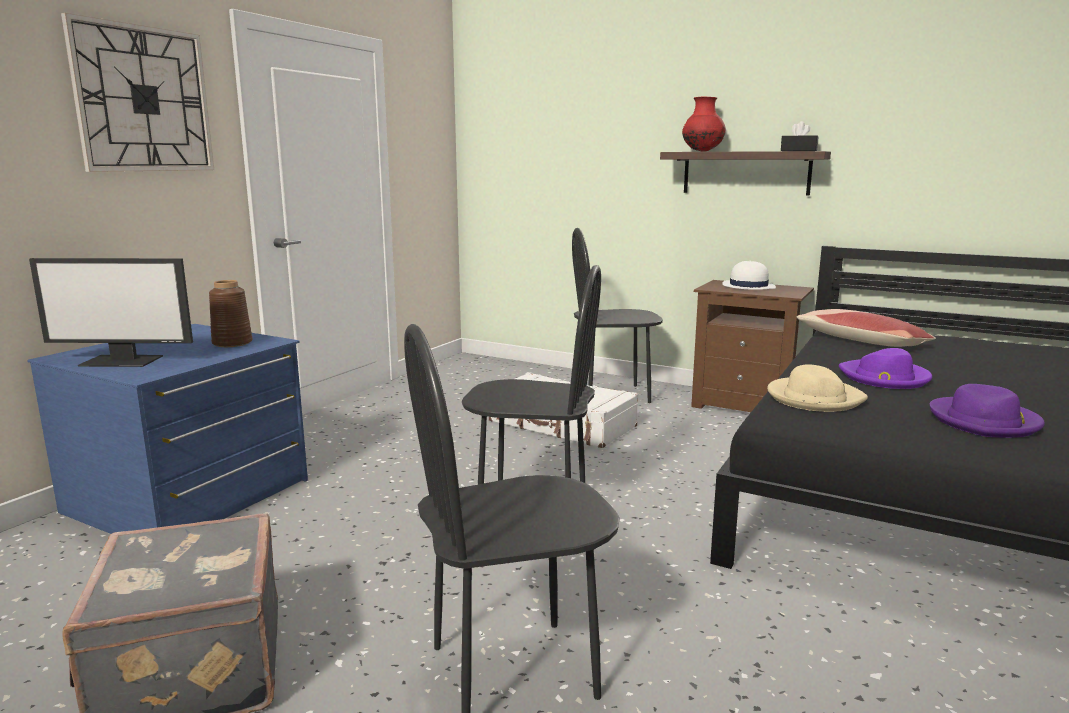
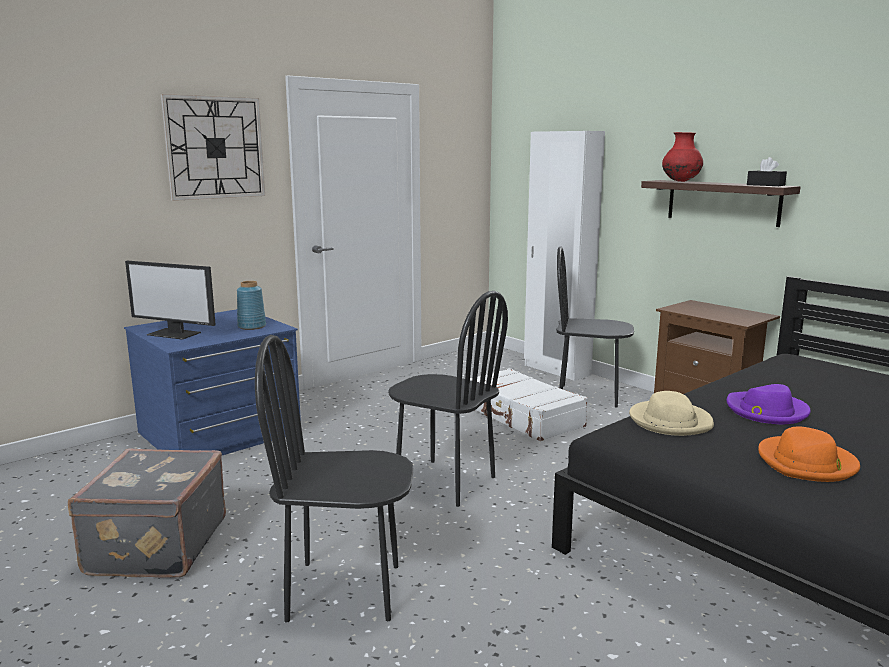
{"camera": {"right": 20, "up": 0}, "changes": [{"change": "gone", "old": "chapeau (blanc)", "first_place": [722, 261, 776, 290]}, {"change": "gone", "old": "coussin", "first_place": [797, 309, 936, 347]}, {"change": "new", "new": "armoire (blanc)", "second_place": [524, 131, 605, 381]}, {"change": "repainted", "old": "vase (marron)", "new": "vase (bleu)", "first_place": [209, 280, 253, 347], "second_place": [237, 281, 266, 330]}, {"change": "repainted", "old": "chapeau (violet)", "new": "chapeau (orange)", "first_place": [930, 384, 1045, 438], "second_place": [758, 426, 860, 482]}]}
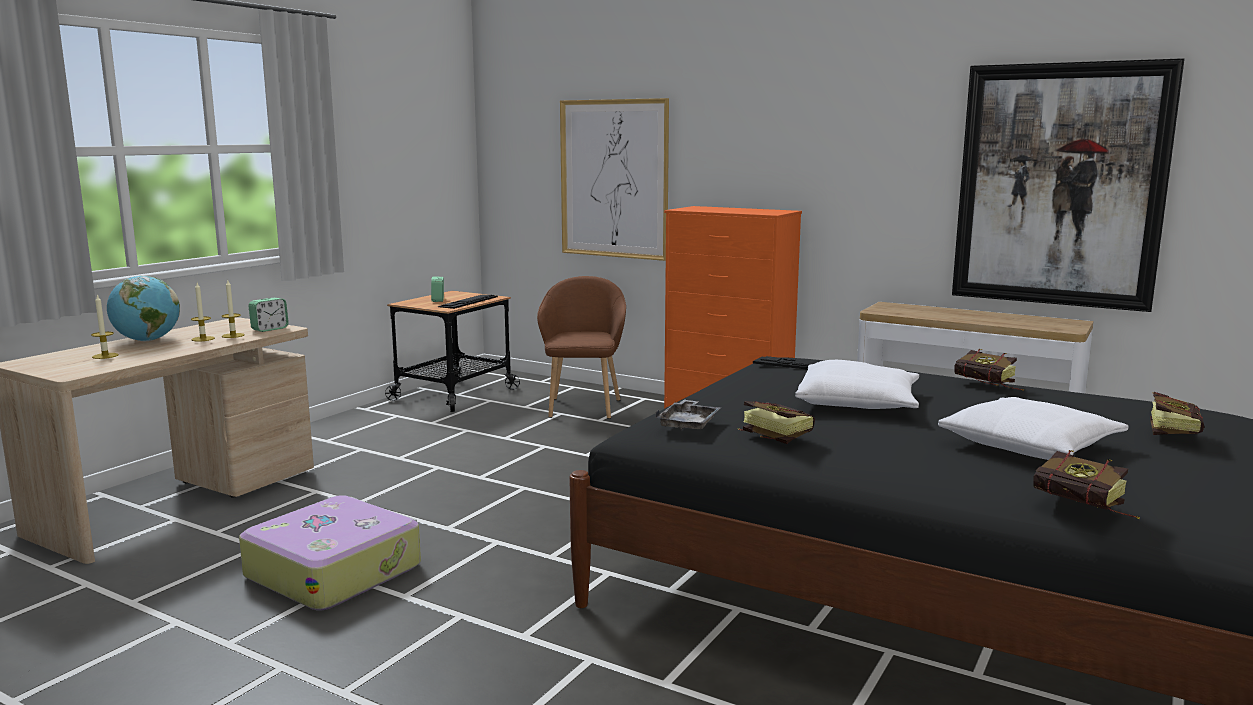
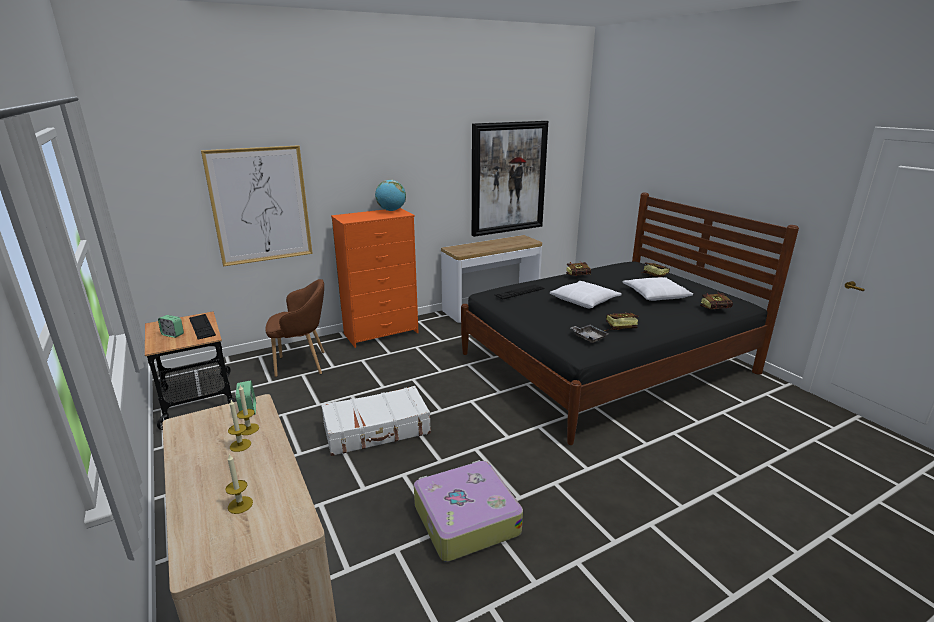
{"camera": {"right": -60, "up": 10}, "changes": [{"change": "new", "new": "valise (blanc)", "second_place": [321, 386, 431, 456]}, {"change": "shifted", "old": "globe", "first_place": [107, 276, 180, 341], "second_place": [375, 180, 406, 211]}, {"change": "rotated", "old": "fauteuil (marron)", "first_place": [537, 276, 626, 419], "second_place": [265, 279, 325, 377], "degrees": 135}]}
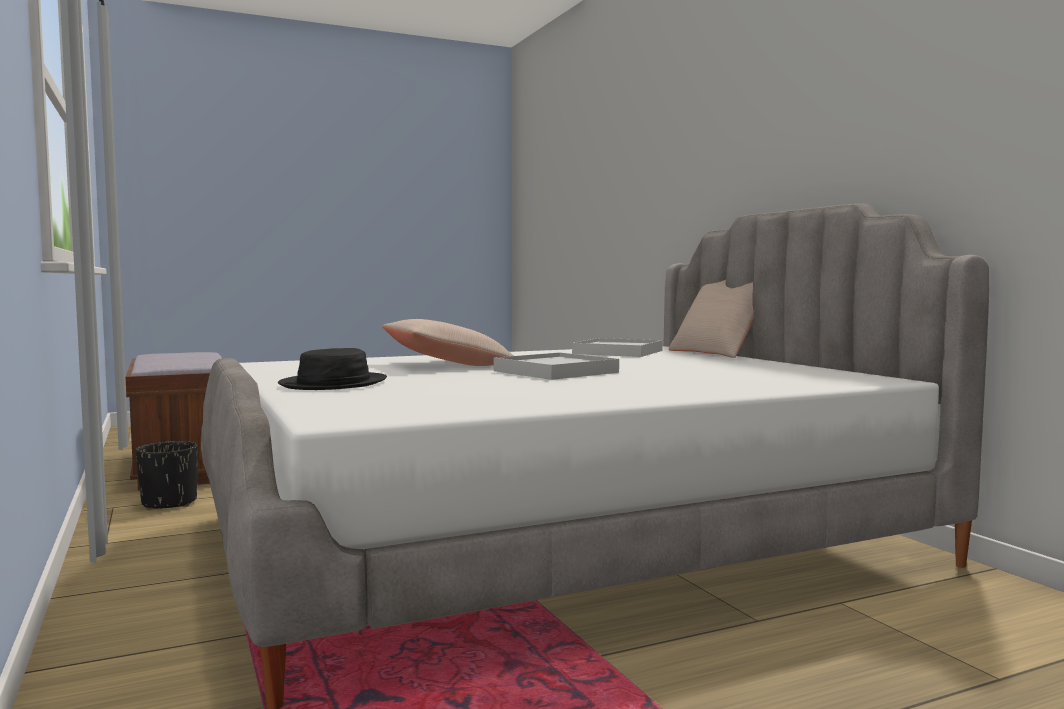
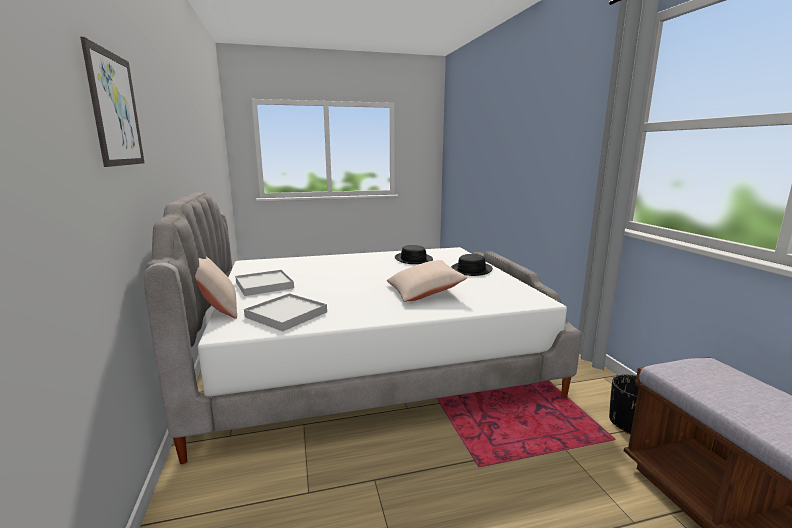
{"camera": {"right": -170, "up": 10}, "changes": [{"change": "new", "new": "tableau", "second_place": [80, 37, 145, 167]}, {"change": "new", "new": "chapeau (noir)", "second_place": [395, 245, 433, 264]}, {"change": "shifted", "old": "plateau (blanc)", "first_place": [494, 352, 619, 380], "second_place": [235, 270, 294, 296]}]}
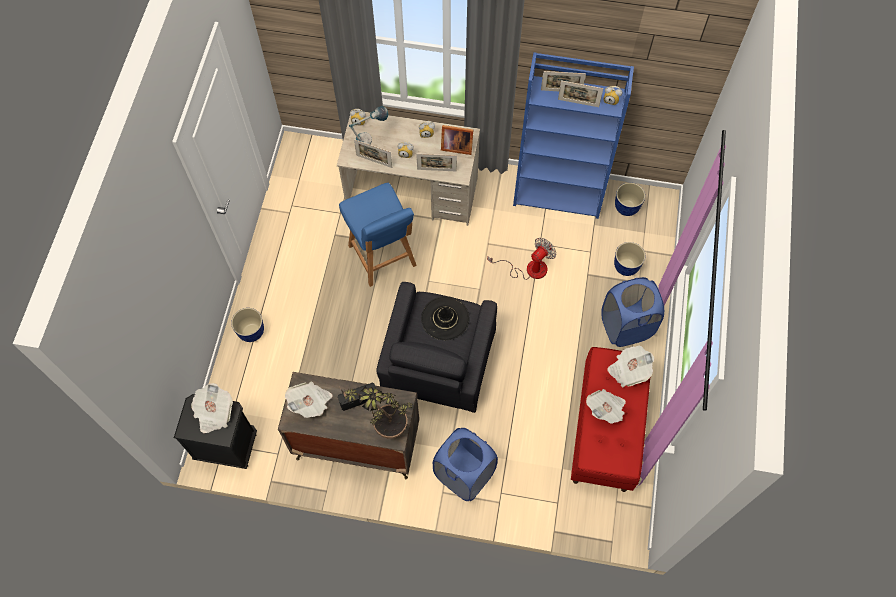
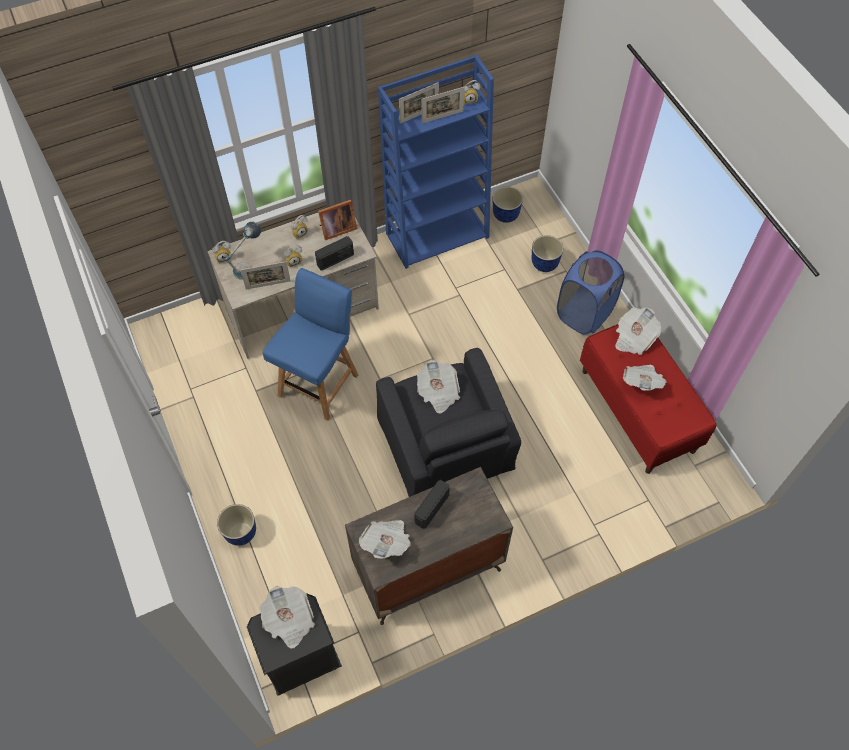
{"camera": {"right": -35, "up": -5}, "changes": [{"change": "gone", "old": "plante en pot", "first_place": [340, 386, 412, 438]}, {"change": "gone", "old": "panier à linge (bleu)", "first_place": [433, 428, 498, 501]}, {"change": "gone", "old": "ventilateur", "first_place": [487, 238, 556, 280]}, {"change": "swapped", "old": "cadre photo", "new": "radio", "first_place": [416, 153, 457, 171], "second_place": [315, 236, 354, 270]}, {"change": "swapped", "old": "chapeau (noir)", "new": "journal", "first_place": [421, 296, 470, 340], "second_place": [417, 360, 460, 414]}, {"change": "rotated", "old": "chaise (bleu)", "first_place": [339, 183, 417, 287], "second_place": [263, 268, 358, 421], "degrees": -90}]}
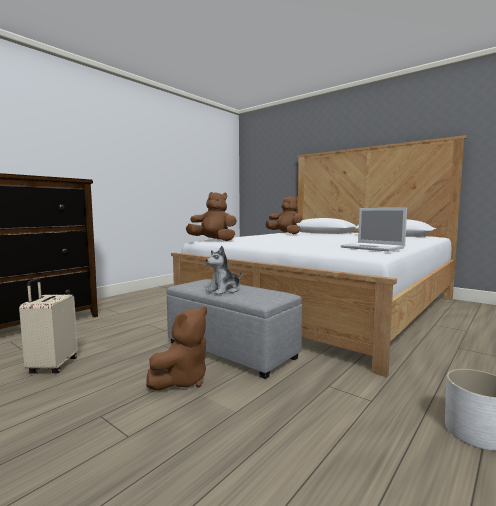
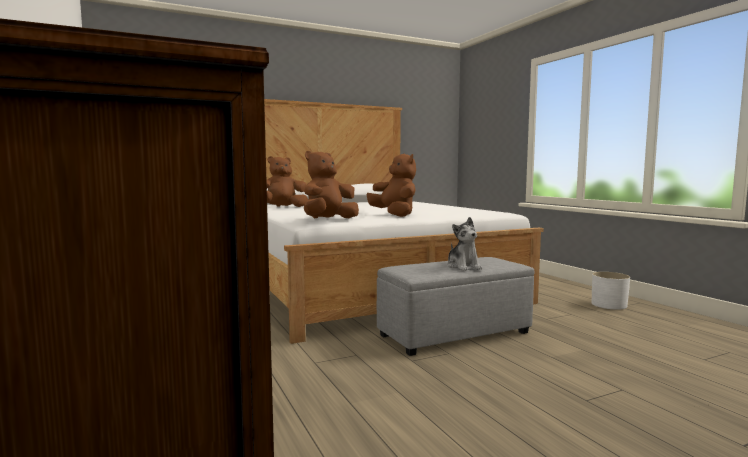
{"camera": {"right": -65, "up": 0}, "changes": [{"change": "gone", "old": "valise (beige)", "first_place": [19, 278, 78, 374]}, {"change": "gone", "old": "ordinateur portable", "first_place": [341, 208, 407, 251]}, {"change": "shifted", "old": "peluche (marron)", "first_place": [146, 307, 207, 390], "second_place": [366, 153, 416, 217]}]}
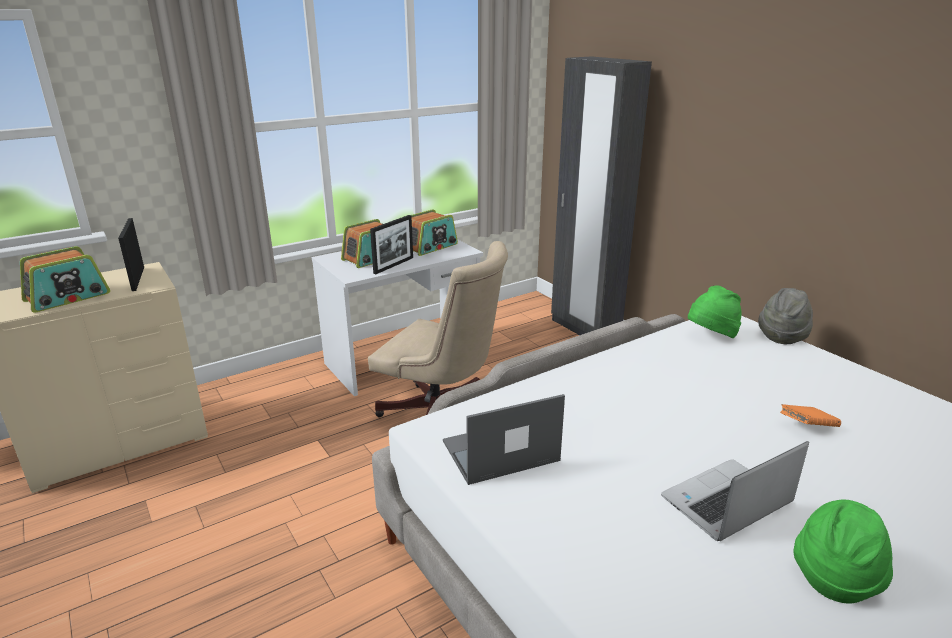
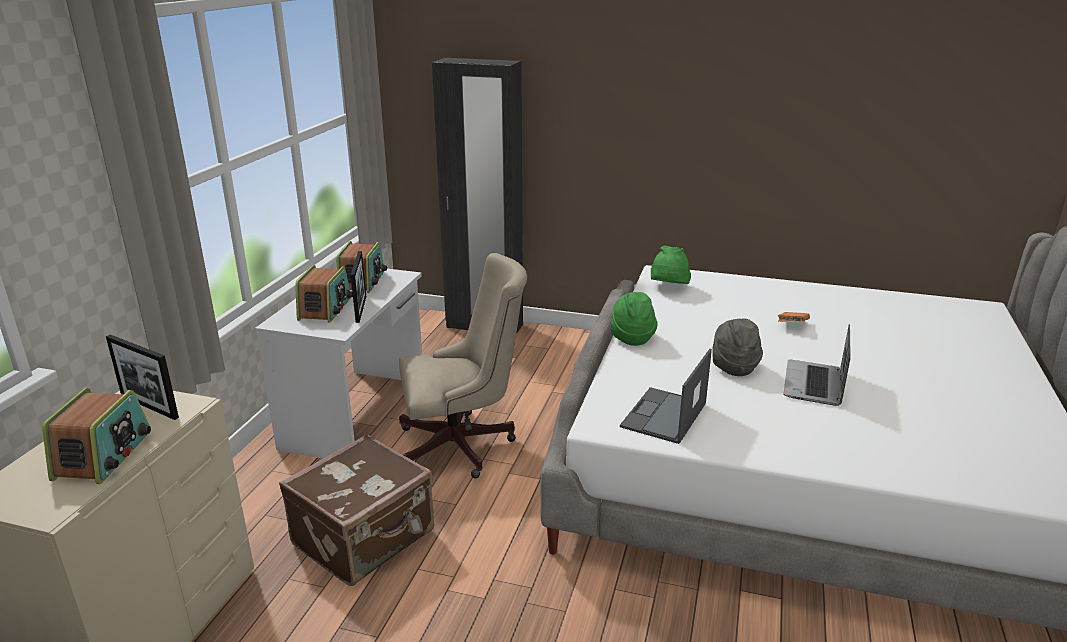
{"camera": {"right": -40, "up": 0}, "changes": [{"change": "new", "new": "valise (marron)", "second_place": [279, 434, 435, 586]}, {"change": "shifted", "old": "chapeau (gris)", "first_place": [758, 288, 813, 344], "second_place": [712, 319, 763, 376]}, {"change": "shifted", "old": "chapeau (vert)", "first_place": [793, 500, 893, 604], "second_place": [611, 292, 657, 346]}]}
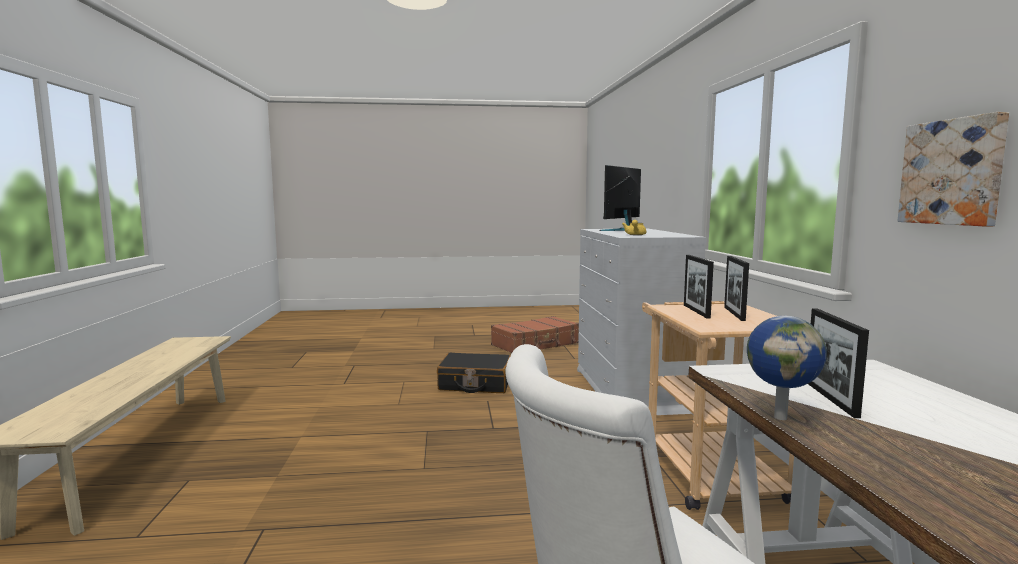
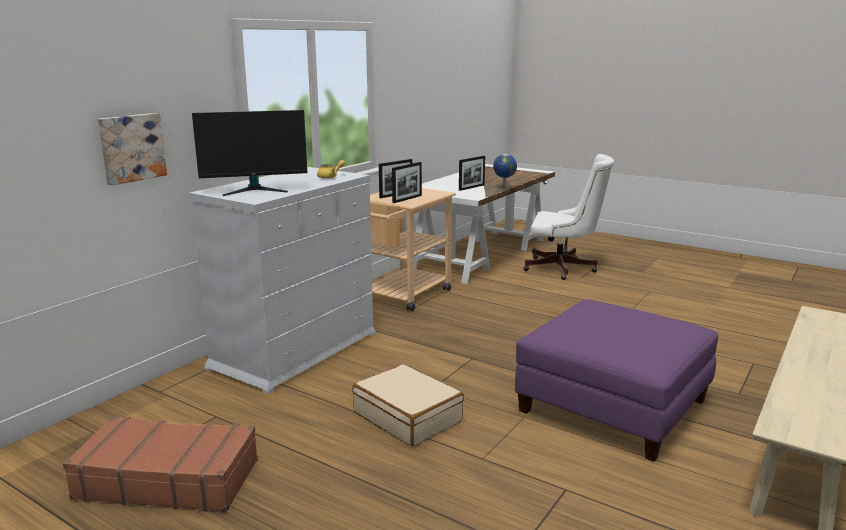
{"camera": {"right": -140, "up": 10}, "changes": [{"change": "new", "new": "pouf (violet)", "second_place": [515, 300, 718, 462]}, {"change": "shifted", "old": "tableau", "first_place": [898, 112, 1009, 226], "second_place": [98, 113, 167, 185]}, {"change": "repainted", "old": "valise (noir)", "new": "valise (beige)", "first_place": [437, 353, 511, 393], "second_place": [352, 364, 464, 446]}]}
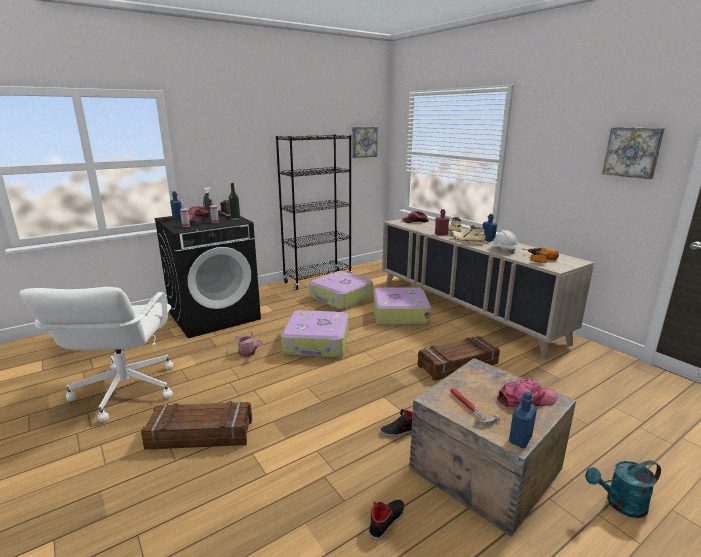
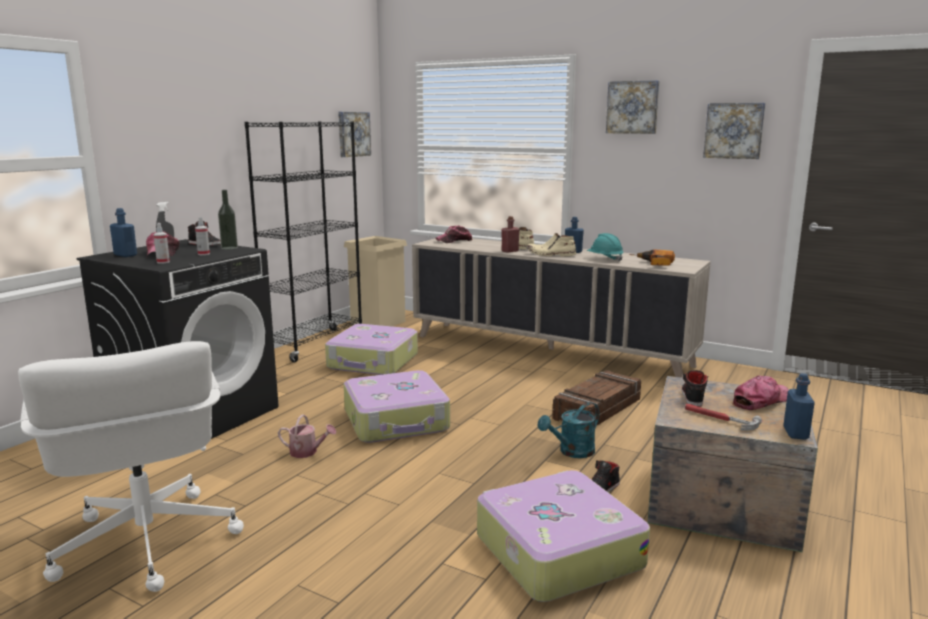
{"camera": {"right": -25, "up": -5}, "changes": [{"change": "gone", "old": "caisse", "first_place": [141, 401, 252, 450]}, {"change": "new", "new": "poubelle (beige)", "second_place": [344, 236, 407, 326]}, {"change": "new", "new": "tableau", "second_place": [606, 80, 660, 134]}, {"change": "shifted", "old": "chaussure (noir)", "first_place": [369, 500, 405, 540], "second_place": [682, 370, 709, 407]}, {"change": "shifted", "old": "valise", "first_place": [373, 287, 431, 325], "second_place": [477, 470, 650, 602]}, {"change": "shifted", "old": "arrosoir (turquoise)", "first_place": [585, 460, 661, 518], "second_place": [538, 402, 599, 458]}, {"change": "repainted", "old": "casque de chantier (blanc)", "new": "casque de chantier (turquoise)", "first_place": [491, 230, 518, 254], "second_place": [587, 233, 624, 262]}]}
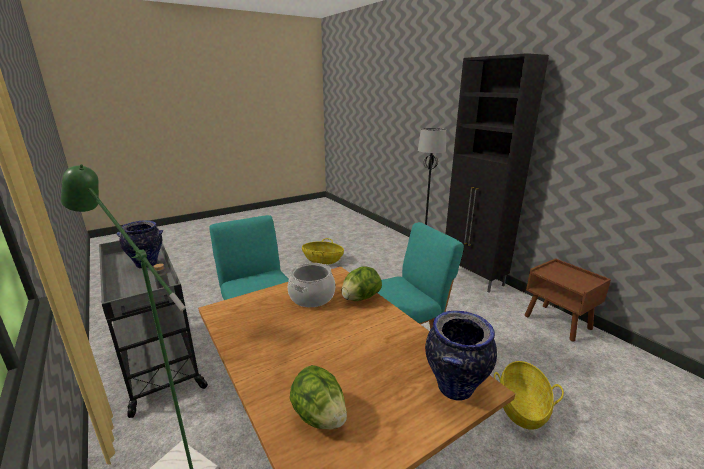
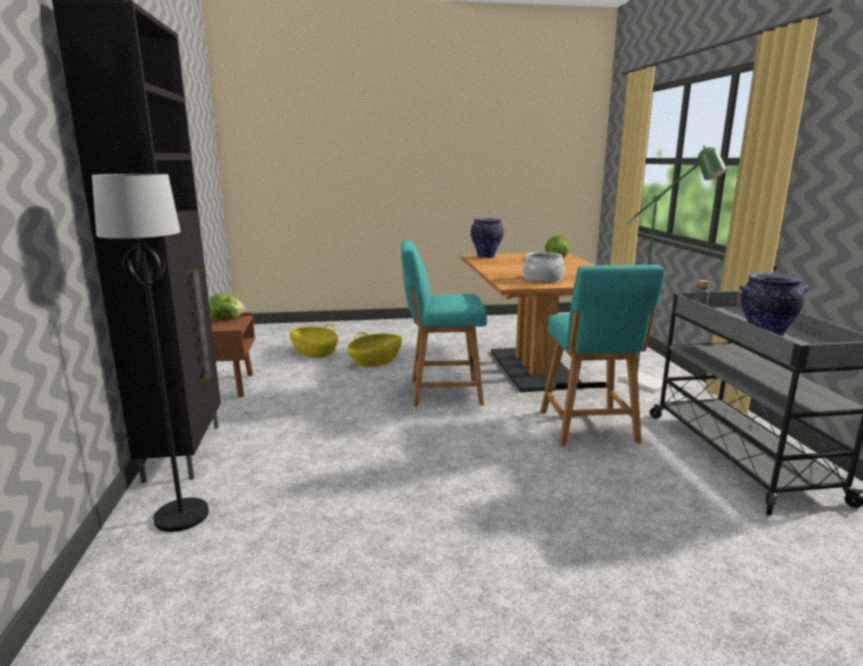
{"camera": {"right": -155, "up": -5}, "changes": [{"change": "shifted", "old": "panier", "first_place": [302, 238, 344, 265], "second_place": [290, 324, 338, 358]}, {"change": "shifted", "old": "laitue", "first_place": [342, 266, 382, 301], "second_place": [209, 294, 244, 320]}]}
